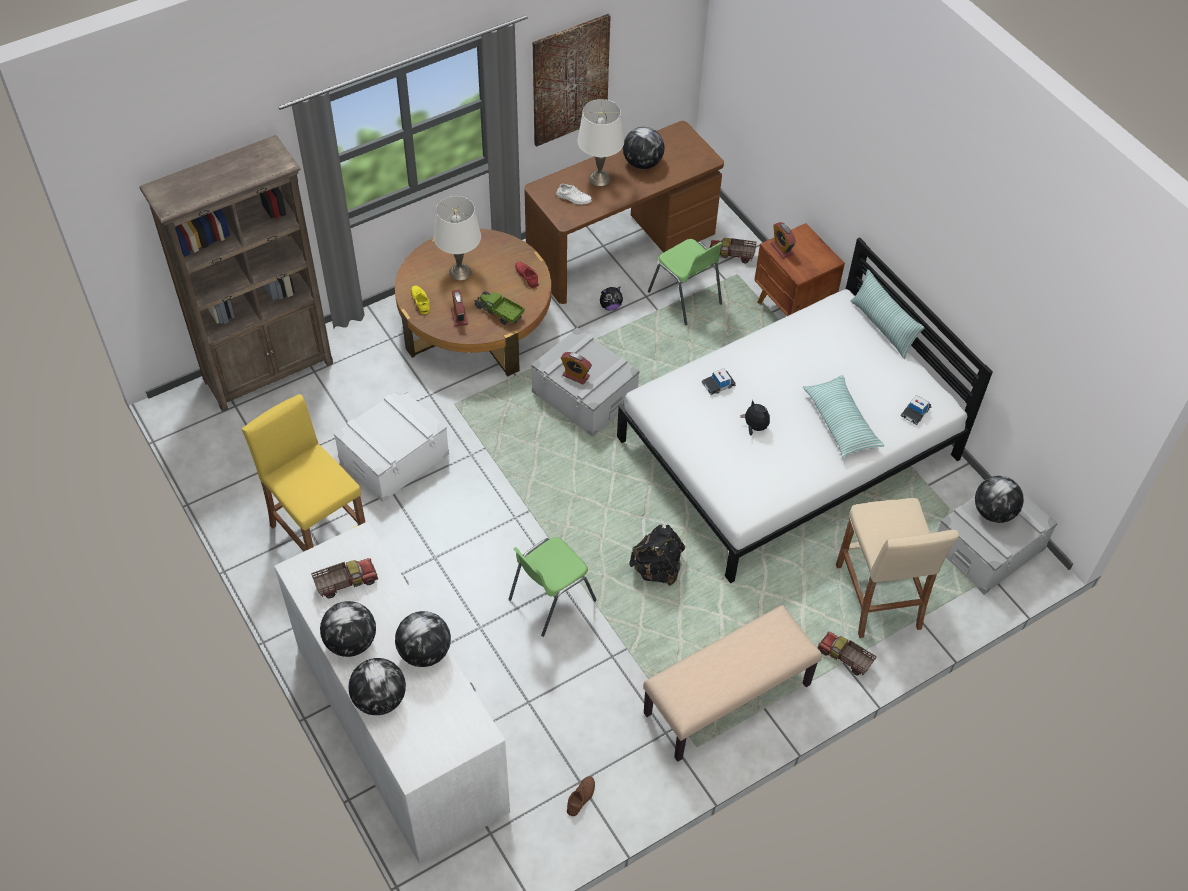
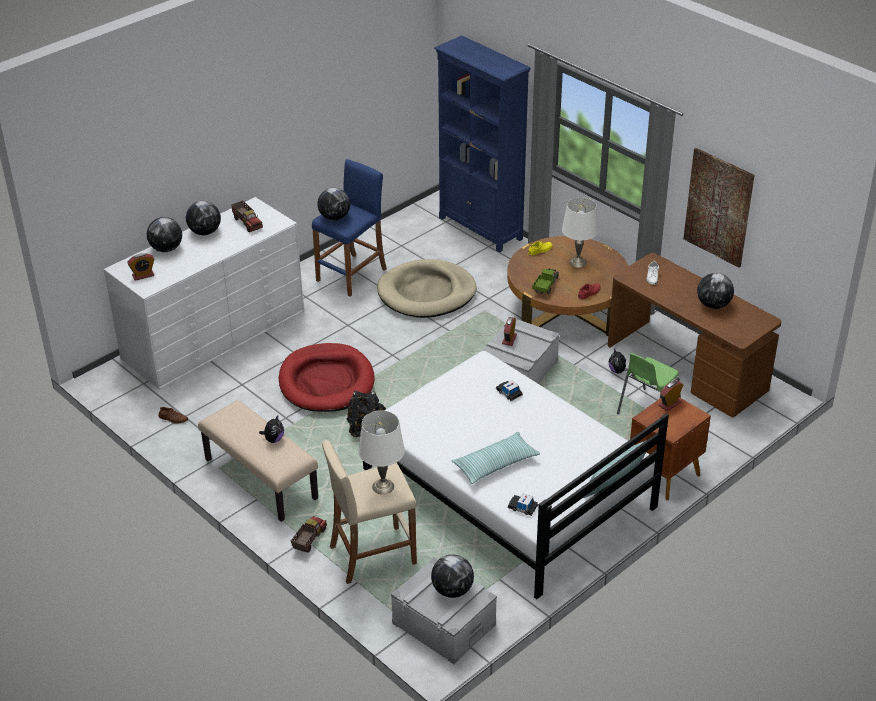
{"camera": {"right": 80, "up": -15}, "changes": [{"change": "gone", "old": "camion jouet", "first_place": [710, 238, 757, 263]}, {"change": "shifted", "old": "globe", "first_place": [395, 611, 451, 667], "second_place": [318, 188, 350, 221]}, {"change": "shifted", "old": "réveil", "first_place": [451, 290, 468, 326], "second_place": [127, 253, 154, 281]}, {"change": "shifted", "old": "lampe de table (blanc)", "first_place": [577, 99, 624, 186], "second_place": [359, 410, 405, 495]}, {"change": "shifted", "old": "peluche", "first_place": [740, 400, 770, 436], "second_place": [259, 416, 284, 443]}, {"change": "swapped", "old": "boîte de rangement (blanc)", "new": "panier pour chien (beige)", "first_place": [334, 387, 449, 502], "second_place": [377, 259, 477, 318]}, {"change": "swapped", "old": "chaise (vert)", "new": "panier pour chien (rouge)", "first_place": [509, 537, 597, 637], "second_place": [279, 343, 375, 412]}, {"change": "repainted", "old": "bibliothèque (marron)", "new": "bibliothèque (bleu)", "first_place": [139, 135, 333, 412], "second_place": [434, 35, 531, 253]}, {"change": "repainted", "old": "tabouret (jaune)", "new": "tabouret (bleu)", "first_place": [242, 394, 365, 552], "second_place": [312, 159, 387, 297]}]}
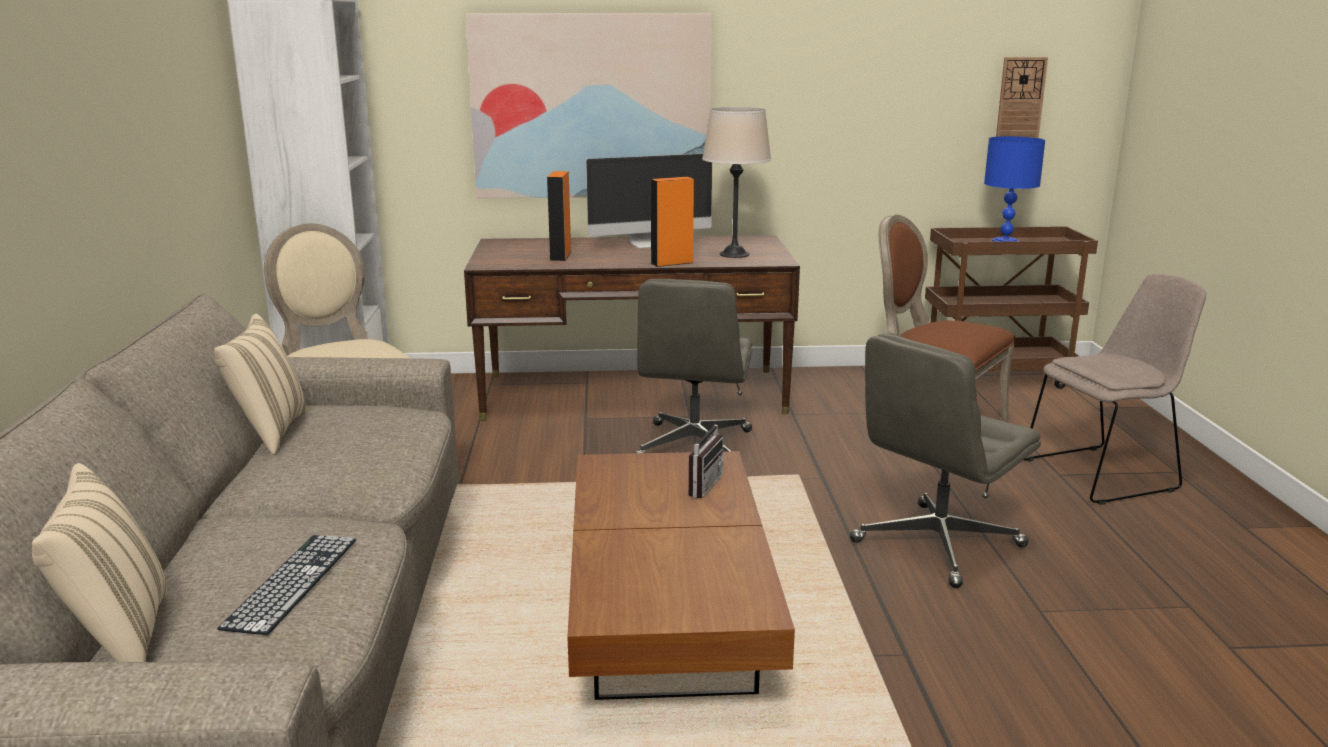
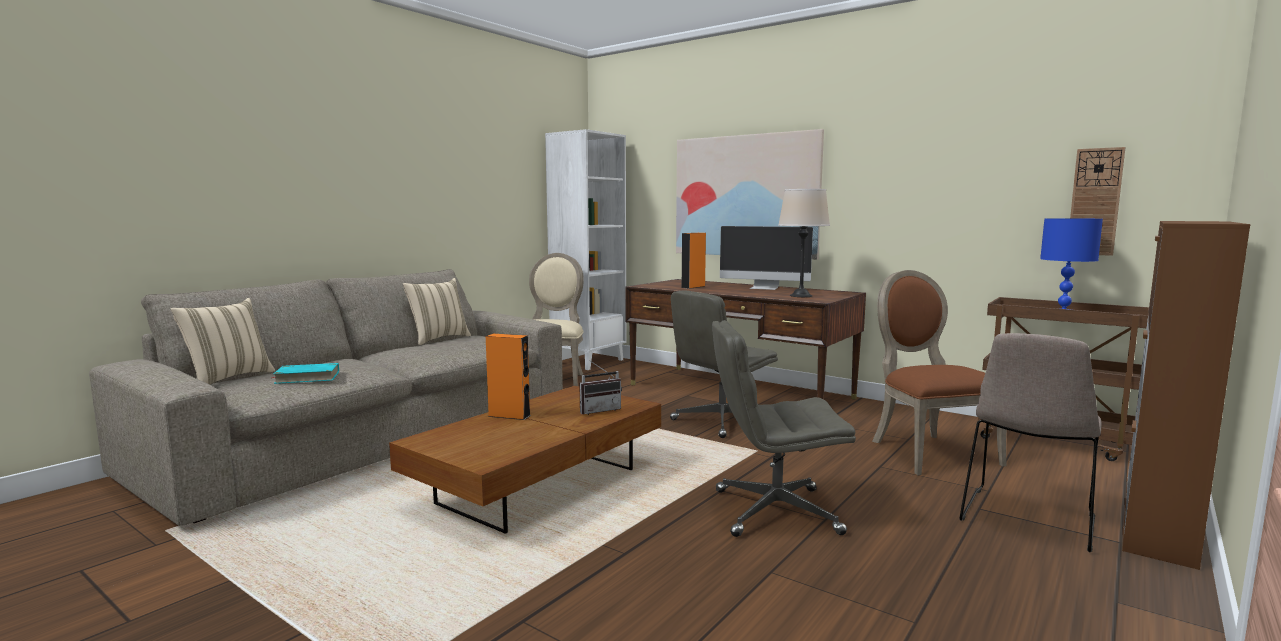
{"camera": {"right": 40, "up": -10}, "changes": [{"change": "new", "new": "meuble de rangement (marron)", "second_place": [1122, 221, 1251, 570]}, {"change": "shifted", "old": "enceinte (orange)", "first_place": [650, 177, 694, 267], "second_place": [486, 334, 531, 420]}, {"change": "swapped", "old": "clavier", "new": "livre (turquoise)", "first_place": [217, 535, 356, 635], "second_place": [271, 363, 339, 384]}, {"change": "rotated", "old": "chaise (beige)", "first_place": [1024, 274, 1206, 505], "second_place": [960, 333, 1102, 552], "degrees": 105}]}
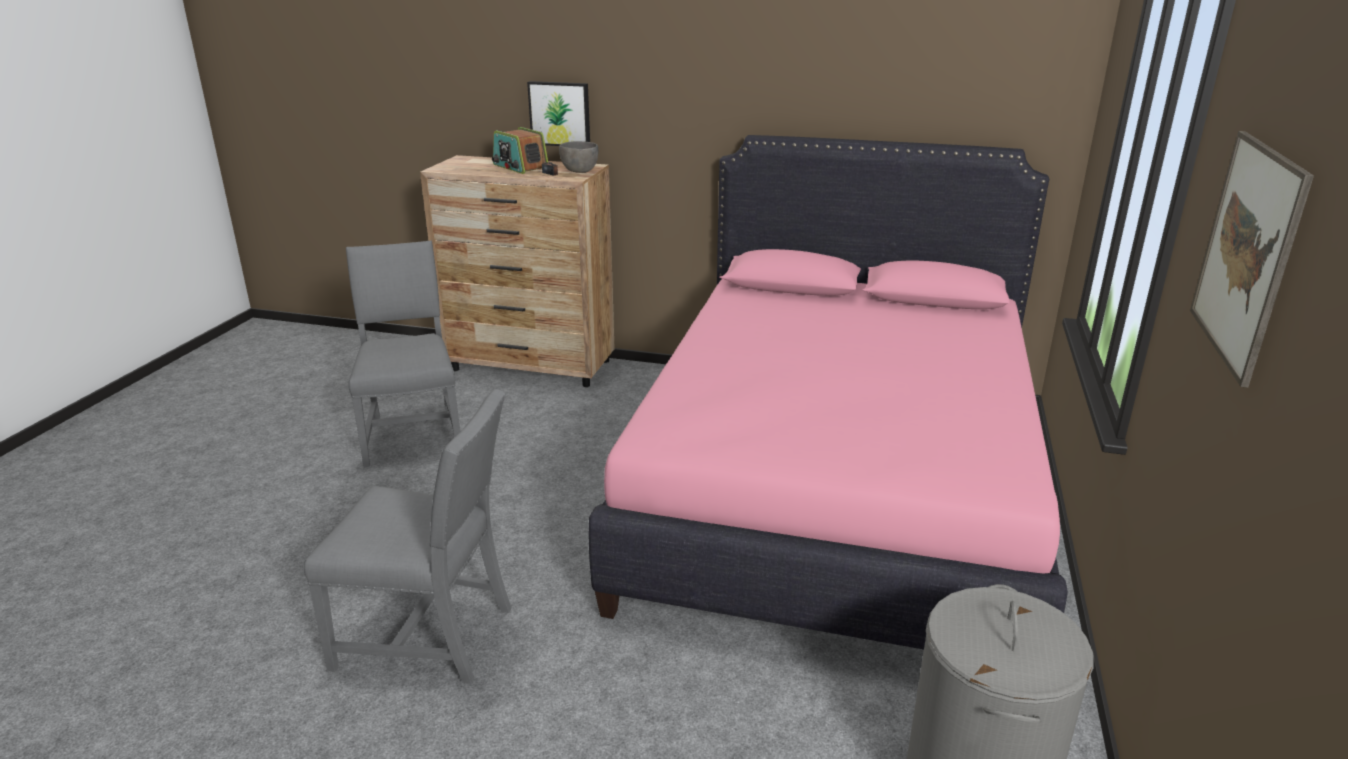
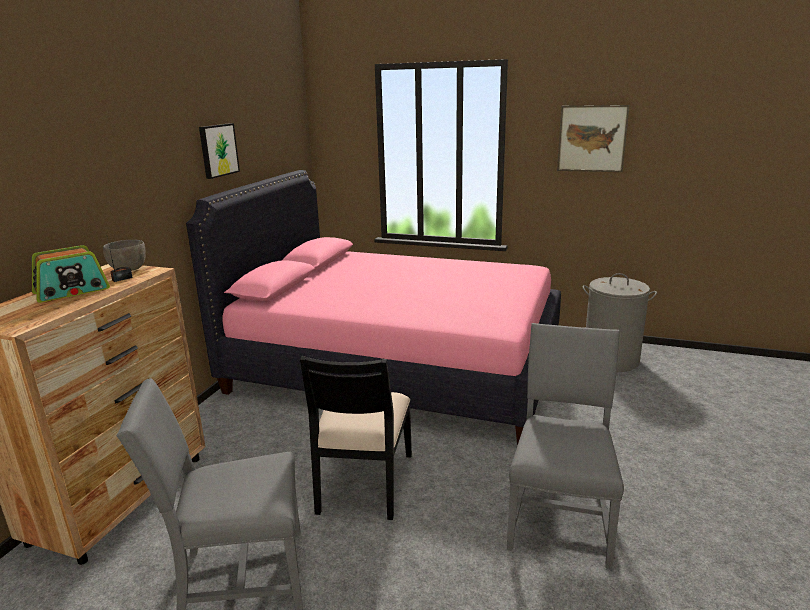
{"camera": {"right": -85, "up": -5}, "changes": [{"change": "new", "new": "chaise (noir)", "second_place": [300, 356, 412, 520]}, {"change": "shifted", "old": "tableau", "first_place": [527, 81, 590, 146], "second_place": [199, 123, 240, 179]}]}
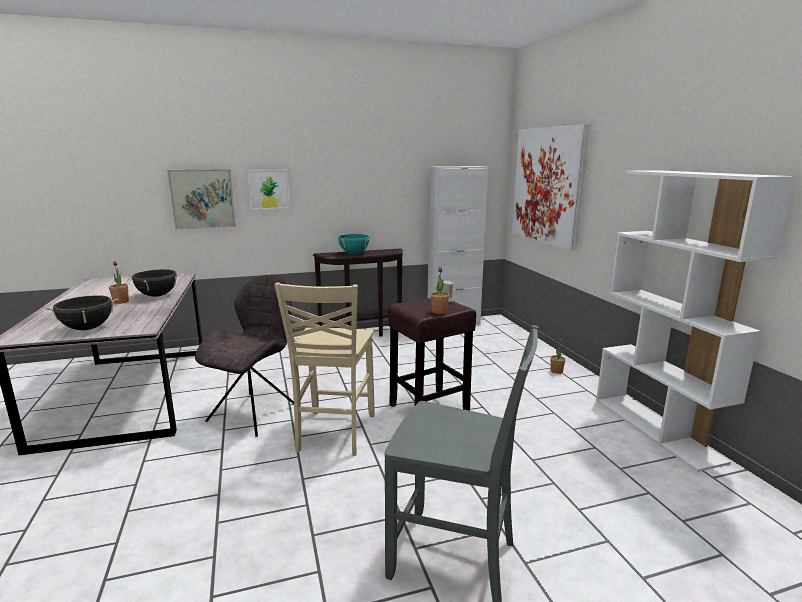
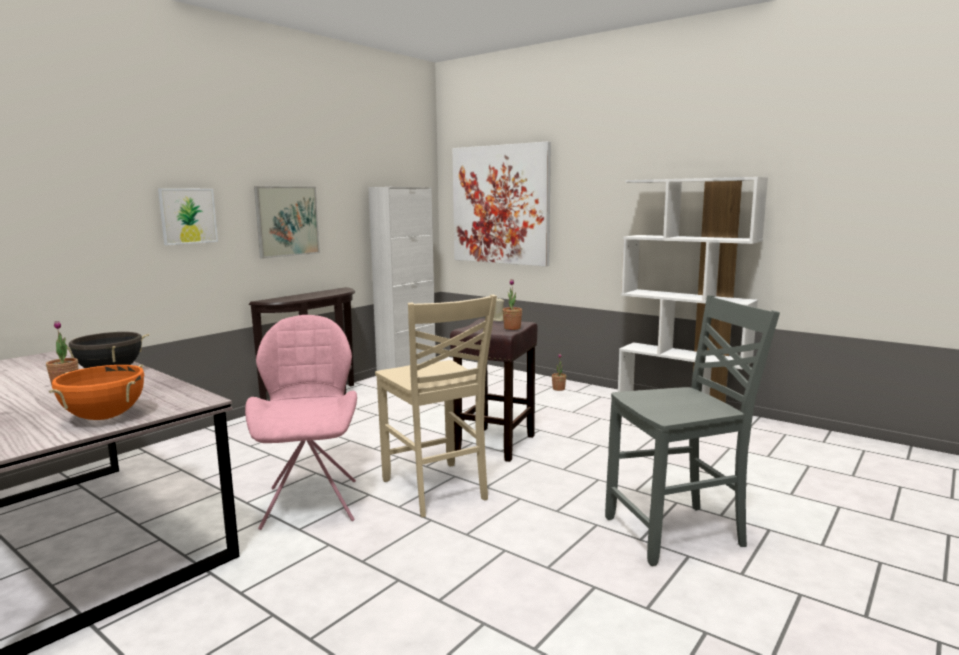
{"camera": {"right": -35, "up": -5}, "changes": [{"change": "gone", "old": "marmite (turquoise)", "first_place": [338, 234, 370, 254]}, {"change": "shifted", "old": "tableau", "first_place": [167, 169, 236, 229], "second_place": [254, 186, 320, 259]}, {"change": "repainted", "old": "marmite (noir)", "new": "marmite (orange)", "first_place": [45, 295, 118, 330], "second_place": [49, 364, 145, 420]}, {"change": "repainted", "old": "chaise (gris)", "new": "chaise (rose)", "first_place": [195, 275, 294, 437], "second_place": [245, 315, 357, 530]}]}
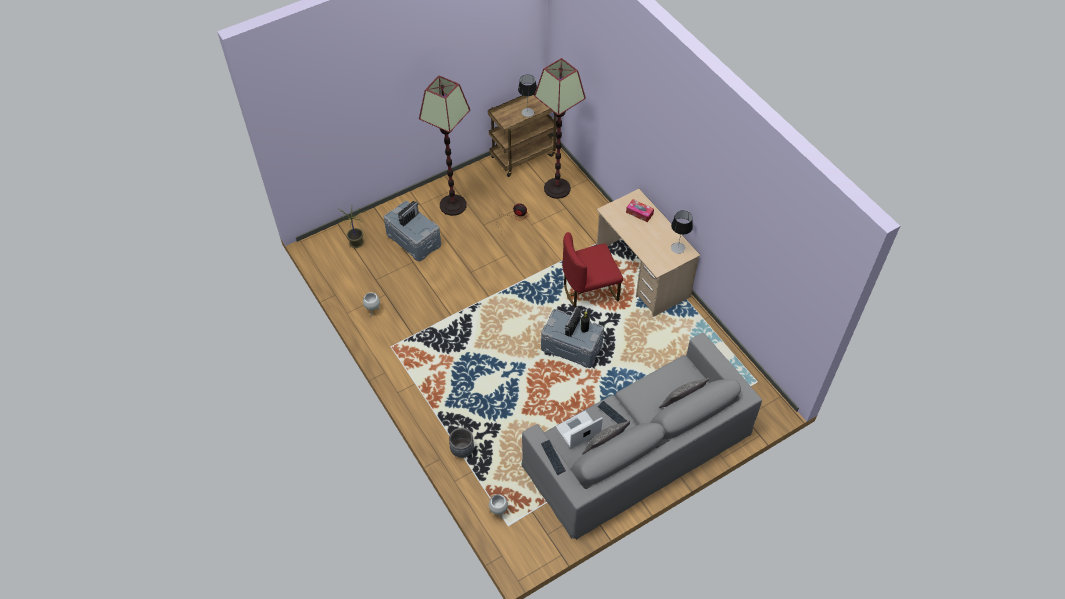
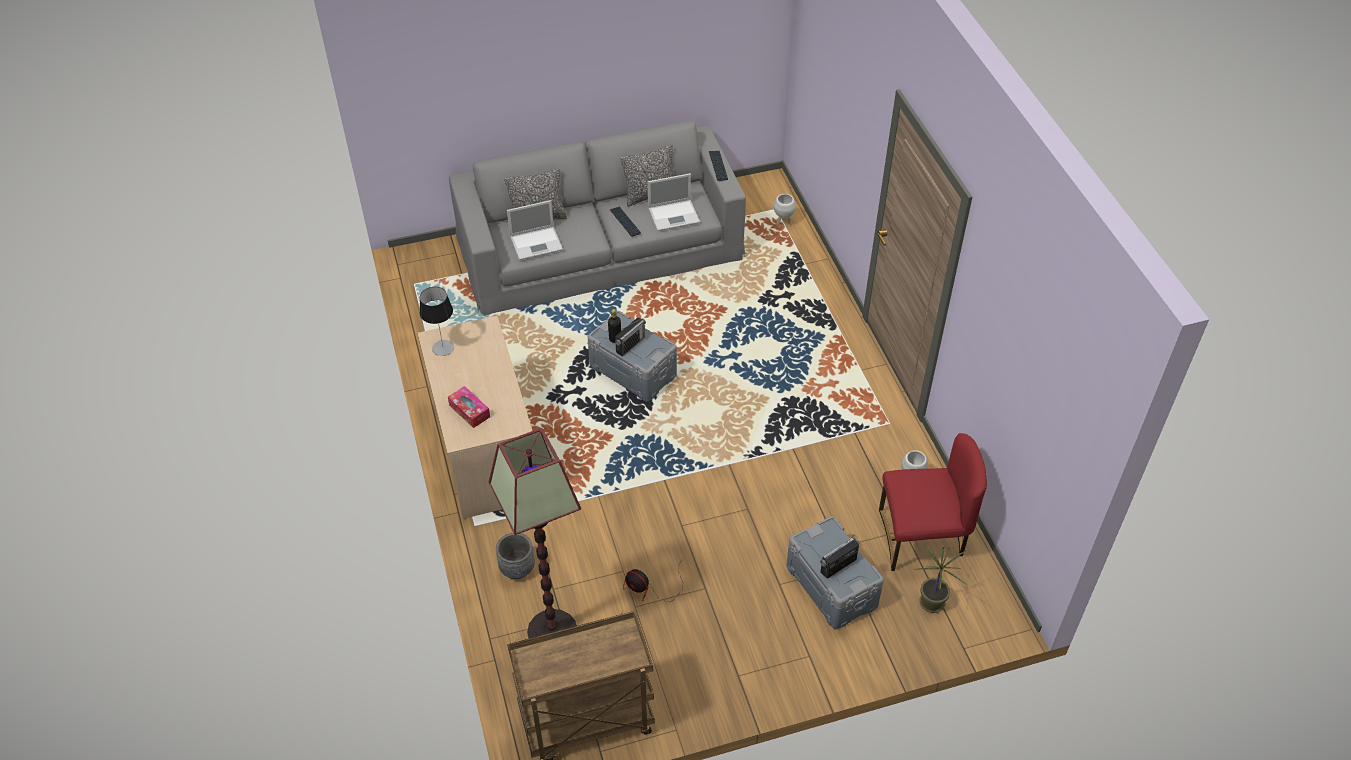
{"camera": {"right": -165, "up": -5}, "changes": [{"change": "gone", "old": "lampadaire", "first_place": [419, 75, 470, 216]}, {"change": "gone", "old": "lampe de table", "first_place": [518, 75, 537, 117]}, {"change": "new", "new": "ordinateur portable", "second_place": [507, 200, 563, 260]}, {"change": "shifted", "old": "cache-pot (gris)", "first_place": [449, 428, 474, 458], "second_place": [496, 533, 535, 579]}, {"change": "shifted", "old": "chaise (rouge)", "first_place": [562, 232, 623, 307], "second_place": [879, 433, 987, 571]}]}
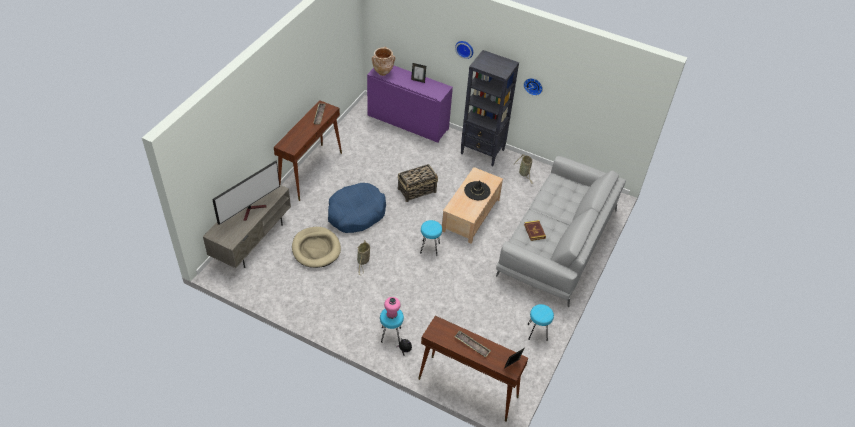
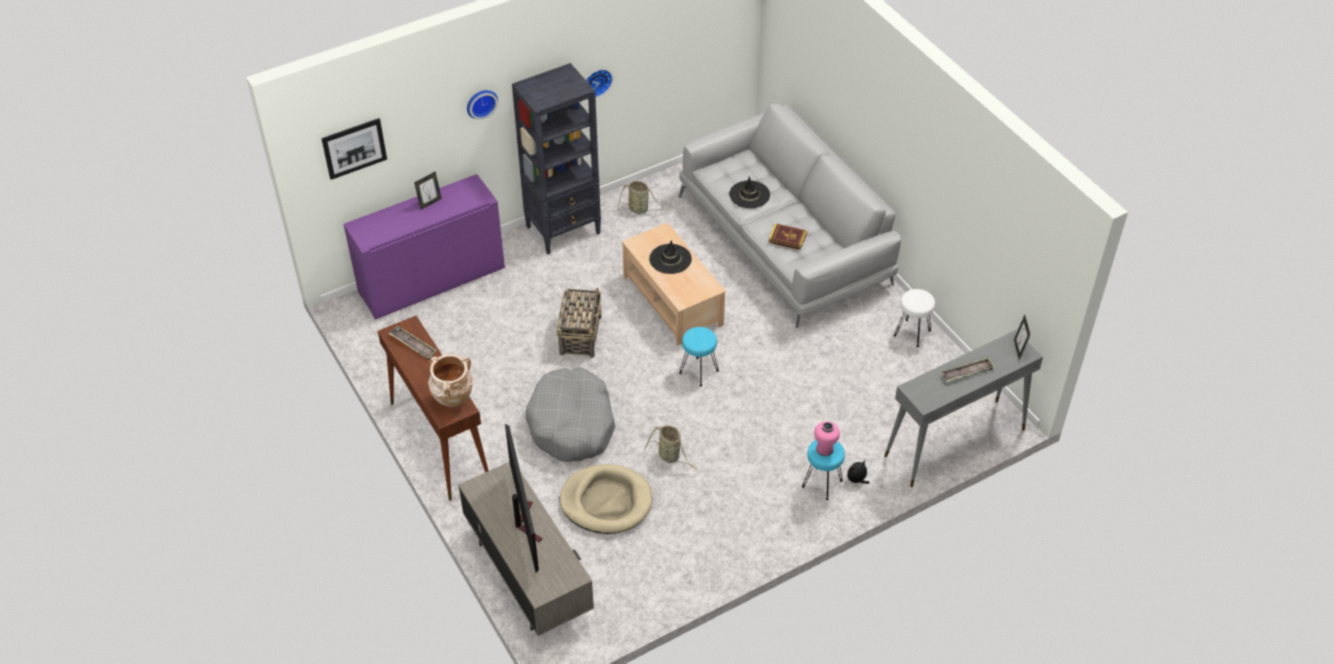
{"camera": {"right": -55, "up": 0}, "changes": [{"change": "new", "new": "tableau", "second_place": [321, 118, 387, 180]}, {"change": "new", "new": "chapeau (noir)", "second_place": [729, 177, 770, 208]}, {"change": "shifted", "old": "vase (beige)", "first_place": [372, 46, 395, 76], "second_place": [428, 354, 473, 408]}, {"change": "repainted", "old": "panier pour chien (bleu)", "new": "panier pour chien (gris)", "first_place": [328, 183, 386, 233], "second_place": [526, 367, 615, 462]}, {"change": "repainted", "old": "table console (marron)", "new": "table console (gris)", "first_place": [418, 315, 528, 422], "second_place": [884, 330, 1043, 487]}, {"change": "repainted", "old": "tabouret (turquoise)", "new": "tabouret (blanc)", "first_place": [528, 304, 554, 341], "second_place": [894, 289, 935, 347]}]}
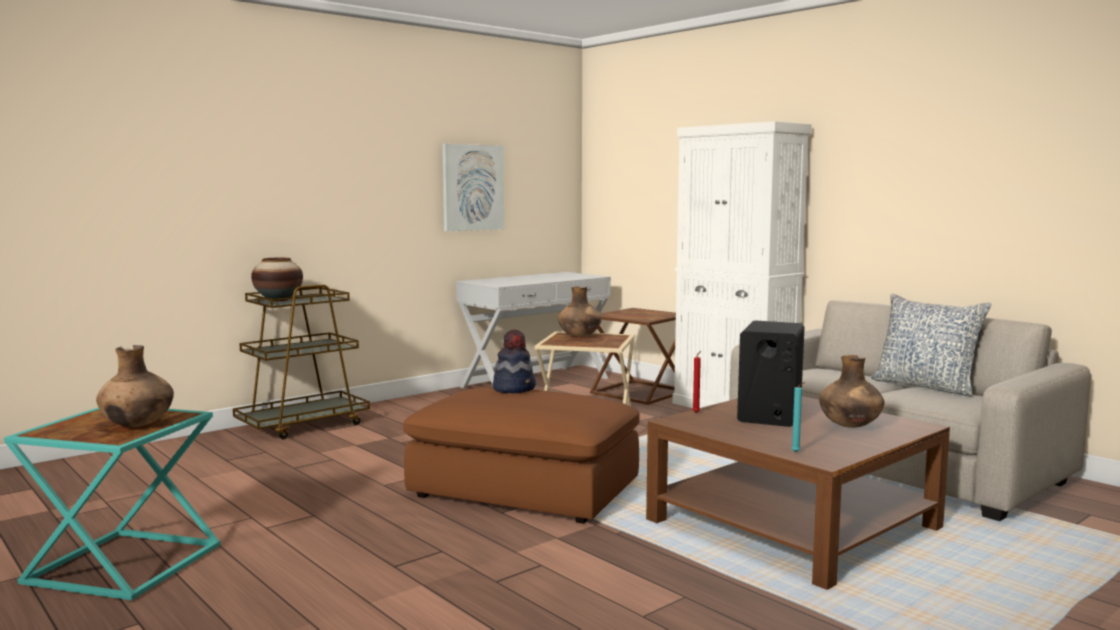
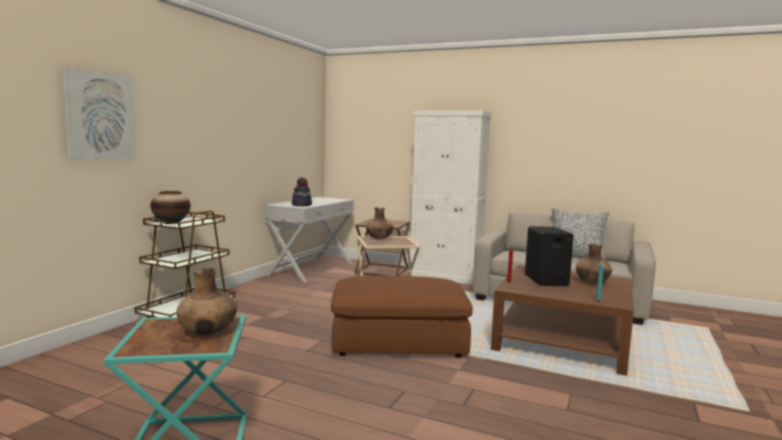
{"camera": {"right": -25, "up": 0}, "changes": [{"change": "shifted", "old": "tableau", "first_place": [442, 144, 504, 231], "second_place": [62, 67, 136, 160]}, {"change": "shifted", "old": "chapeau", "first_place": [493, 329, 536, 393], "second_place": [292, 177, 312, 206]}]}
